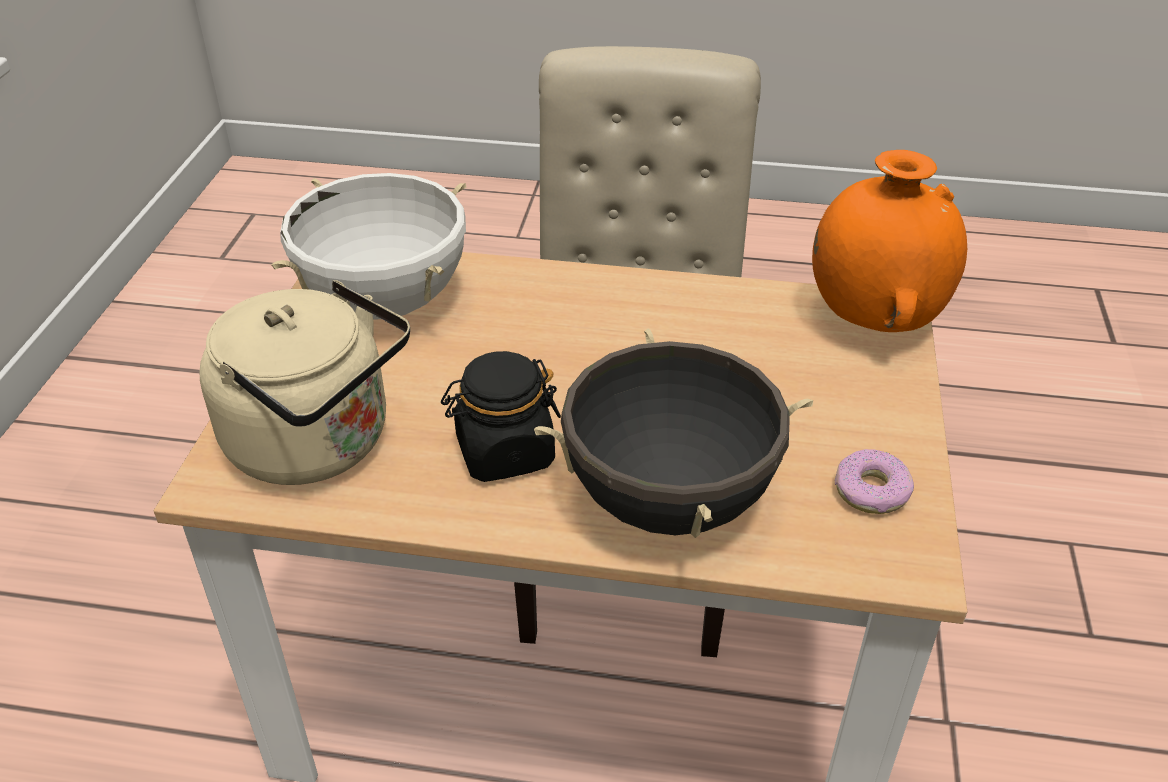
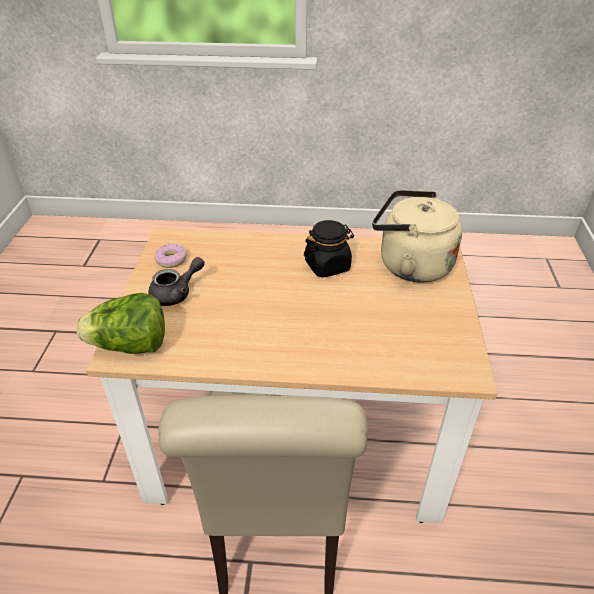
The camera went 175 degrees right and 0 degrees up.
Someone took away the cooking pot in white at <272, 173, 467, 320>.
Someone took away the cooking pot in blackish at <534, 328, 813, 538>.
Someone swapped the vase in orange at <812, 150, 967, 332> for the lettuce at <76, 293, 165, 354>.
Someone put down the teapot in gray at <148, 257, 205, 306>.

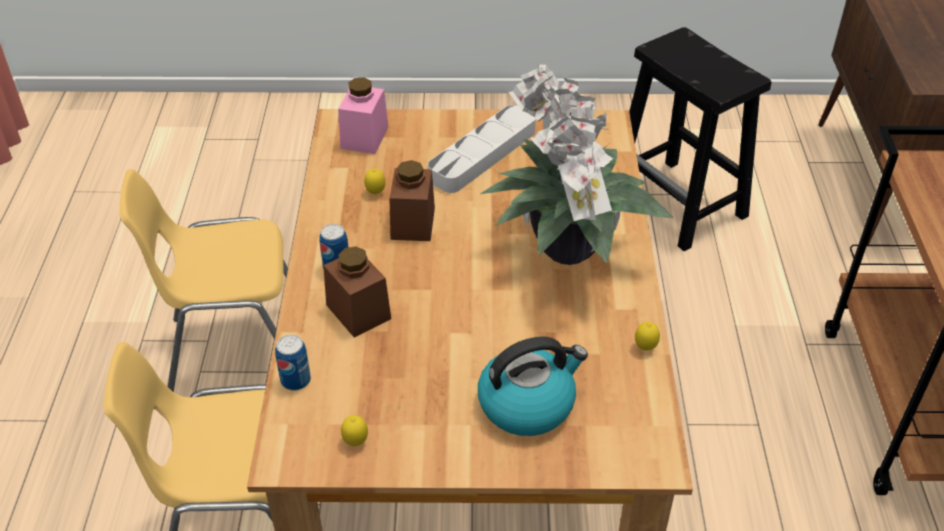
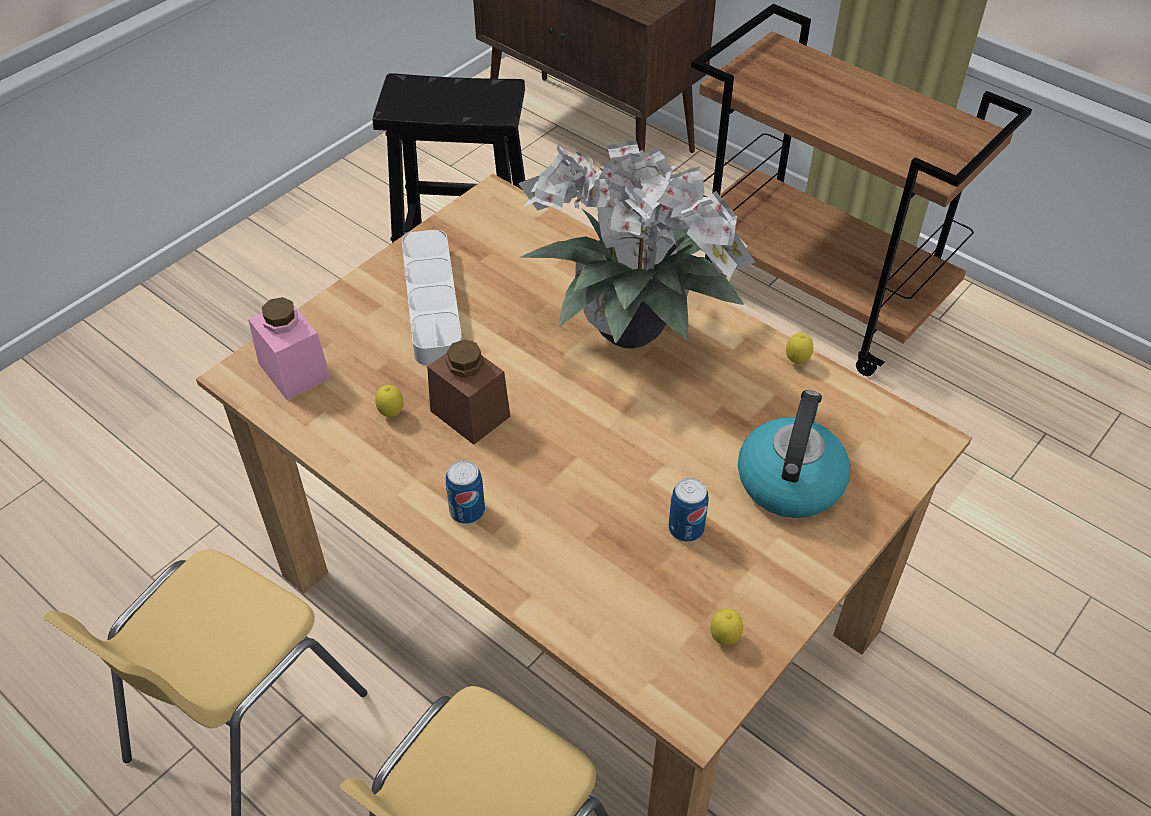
The camera went 50 degrees left and 5 degrees up.
Someone carried the can from <275, 335, 311, 391> to <668, 478, 708, 542>.
Someone took away the preserve jar in brown at <323, 246, 391, 338>.

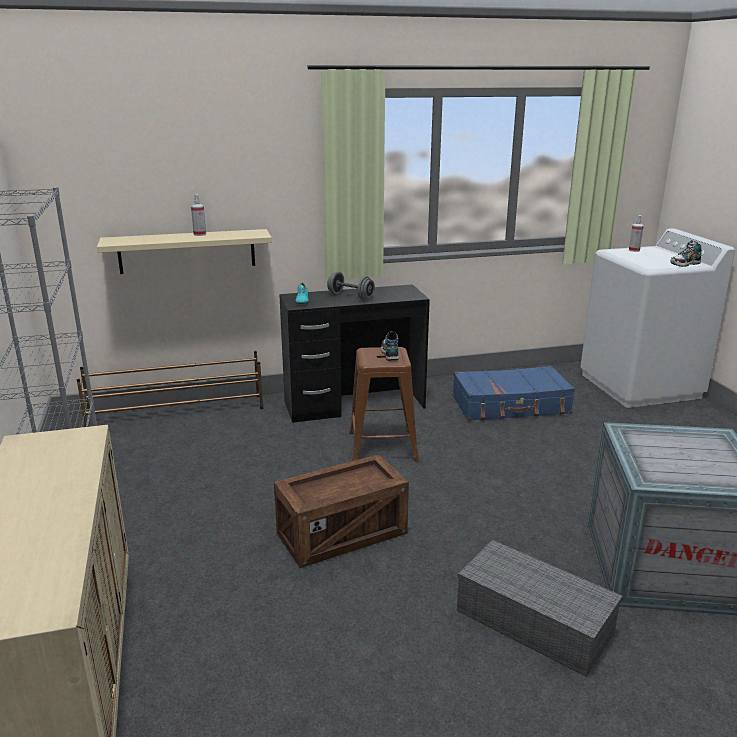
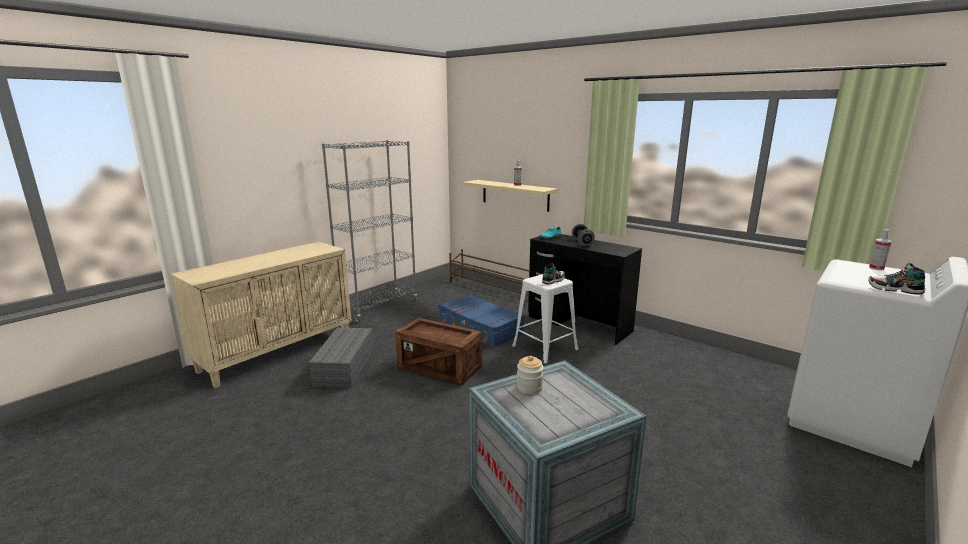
The camera went 55 degrees right and 5 degrees down.
Someone repainted the sitting stool in brown at <349, 347, 419, 462>, which became the sitting stool in white at <512, 274, 579, 364>.
Someone carried the piece of luggage in blue from <452, 366, 575, 421> to <438, 294, 525, 348>.
Someone carried the storage box in gray from <457, 540, 623, 677> to <309, 328, 373, 388>.
Someone put down the preserve jar at <517, 356, 544, 394>.

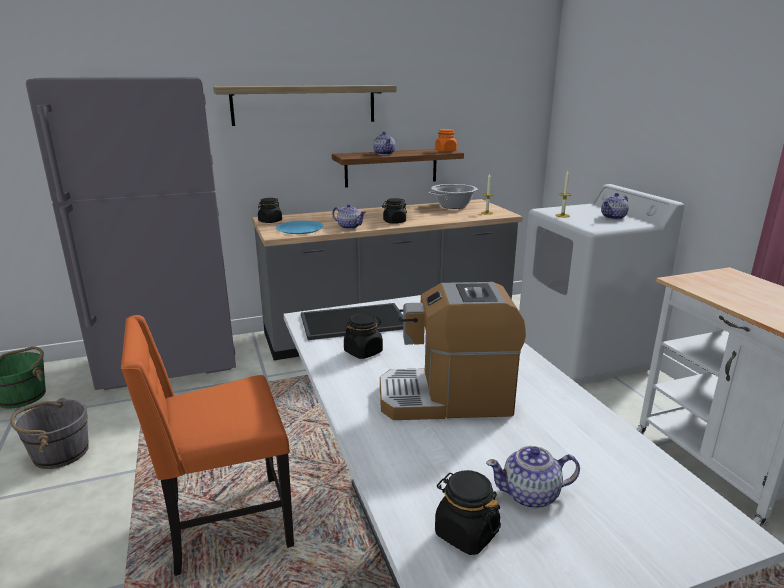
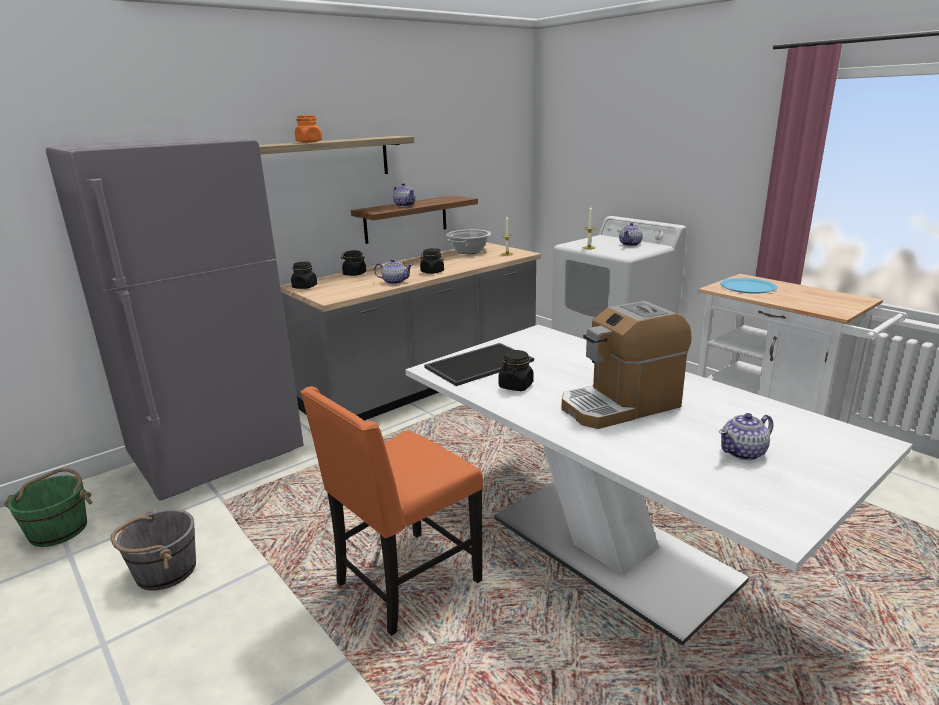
The camera went 20 degrees left and 0 degrees up.
Someone carried the plate in blue from <276, 221, 324, 234> to <720, 278, 777, 294>.
Someone carried the preserve jar in orange from <435, 129, 457, 152> to <295, 115, 322, 143>.
Someone carried the preserve jar in blackish from <435, 470, 501, 555> to <341, 250, 366, 276>.

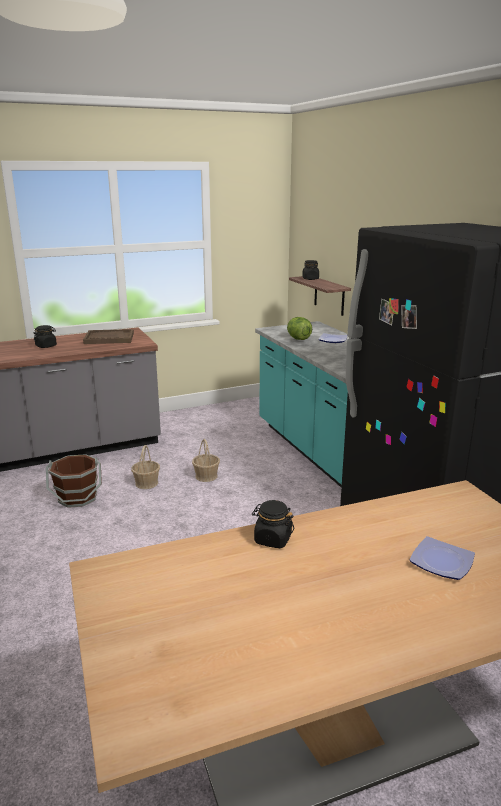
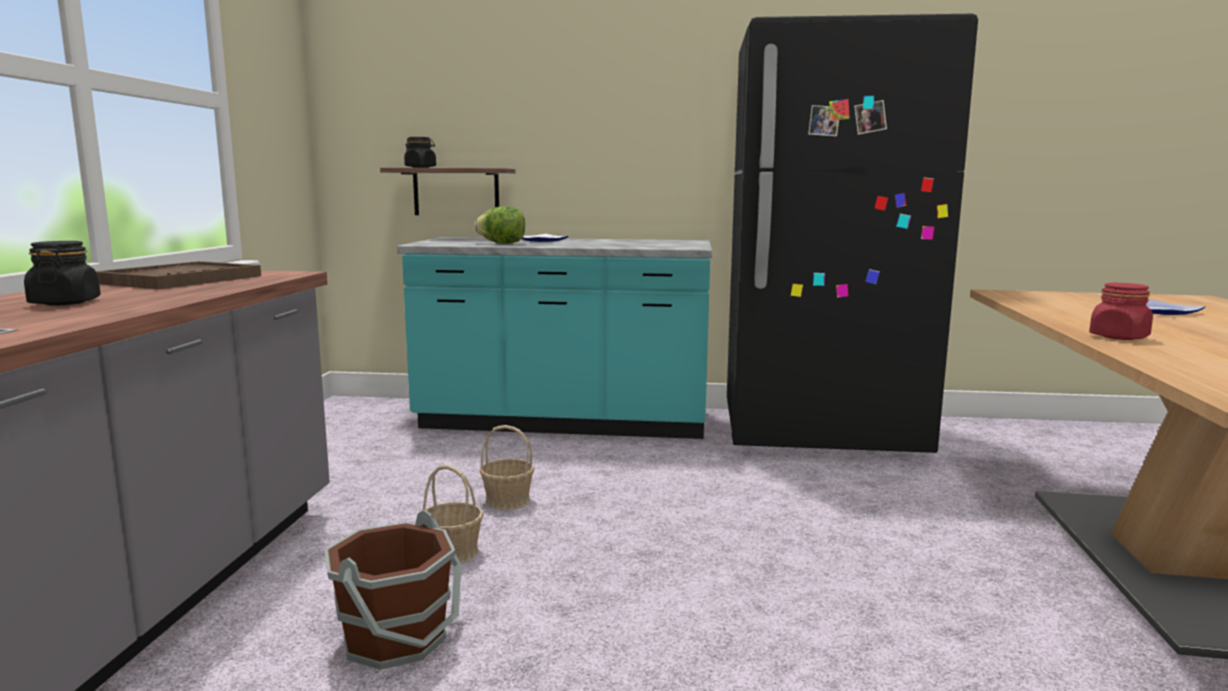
The camera went 60 degrees left and 10 degrees down.
Someone repainted the preserve jar in blackish at <252, 500, 294, 548>, which became the preserve jar in red at <1089, 283, 1153, 340>.

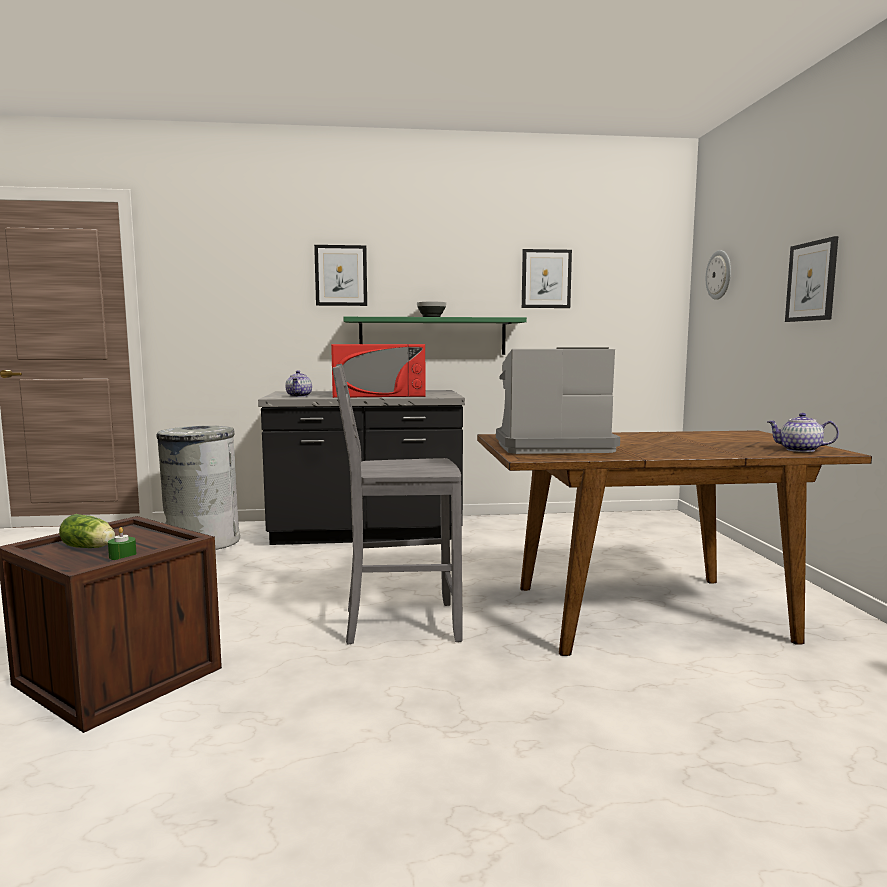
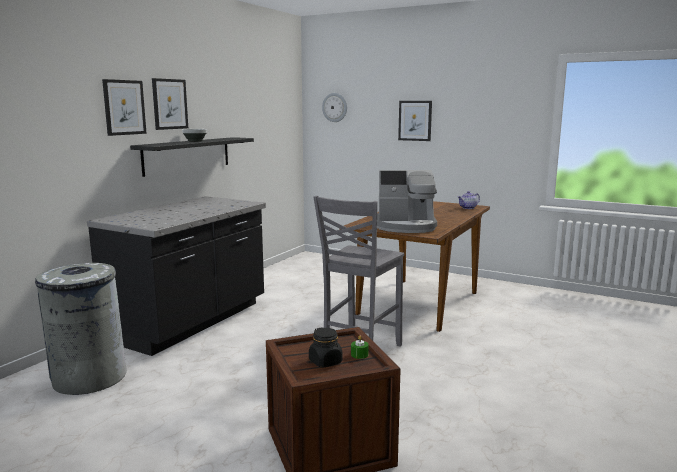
The camera went 55 degrees left and 5 degrees up.
Someone swapped the lettuce at <59, 514, 115, 548> for the preserve jar in blackish at <309, 327, 342, 368>.
Someone took away the teapot at <285, 370, 312, 397>.
Someone took away the kitchen microwave in red at <331, 344, 426, 398>.
Someone repainted the wall shelf in green-coloured at <343, 317, 527, 355>, which became the wall shelf in blackish at <130, 137, 254, 177>.
Someone rotated the coffee machine at <496, 347, 620, 454> by 120 degrees counterclockwise.
Someone carried the picture from <522, 249, 572, 308> to <152, 78, 188, 130>.

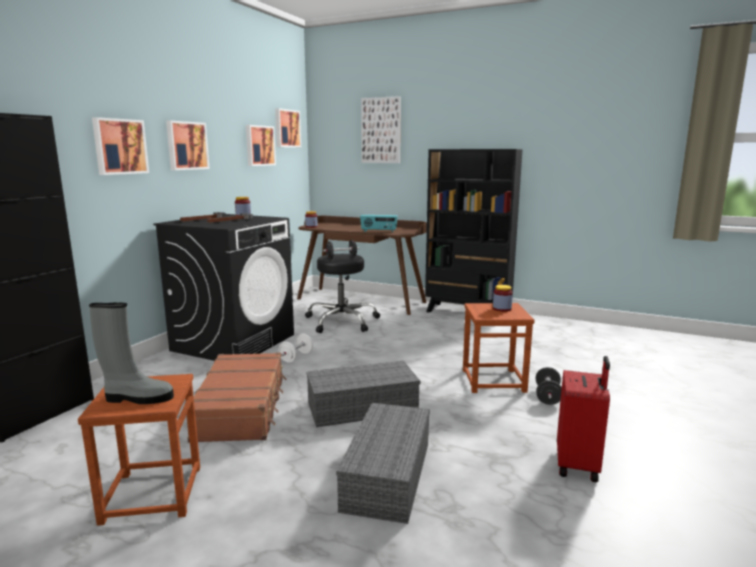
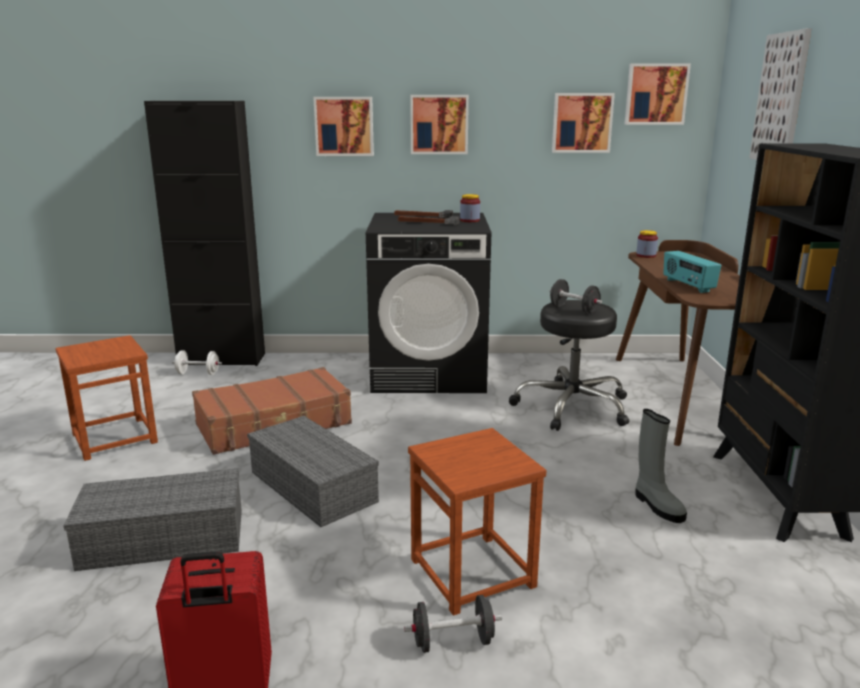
The camera went 65 degrees right and 5 degrees up.
Someone carried the boot in gray from <89, 302, 174, 404> to <635, 409, 687, 523>.
Someone carried the free weight in white from <279, 334, 313, 363> to <172, 350, 222, 375>.
Someone took away the preserve jar at <493, 285, 513, 312>.

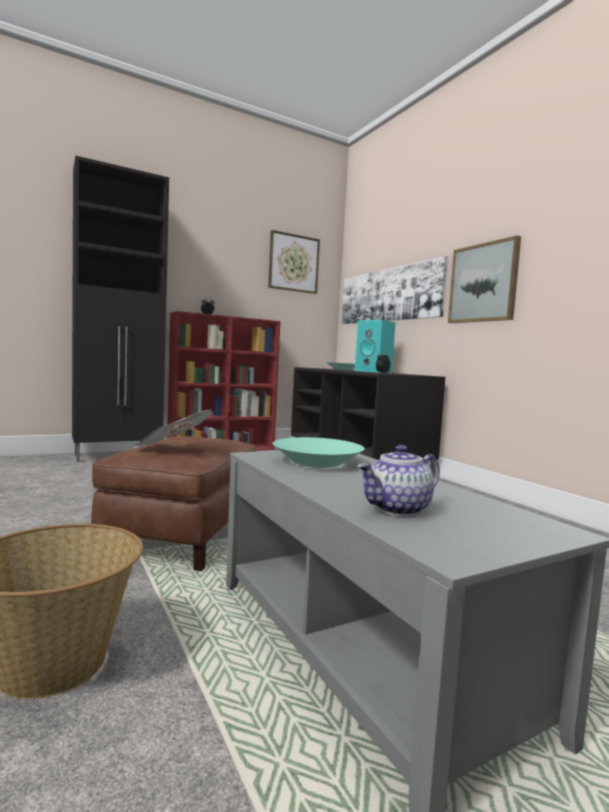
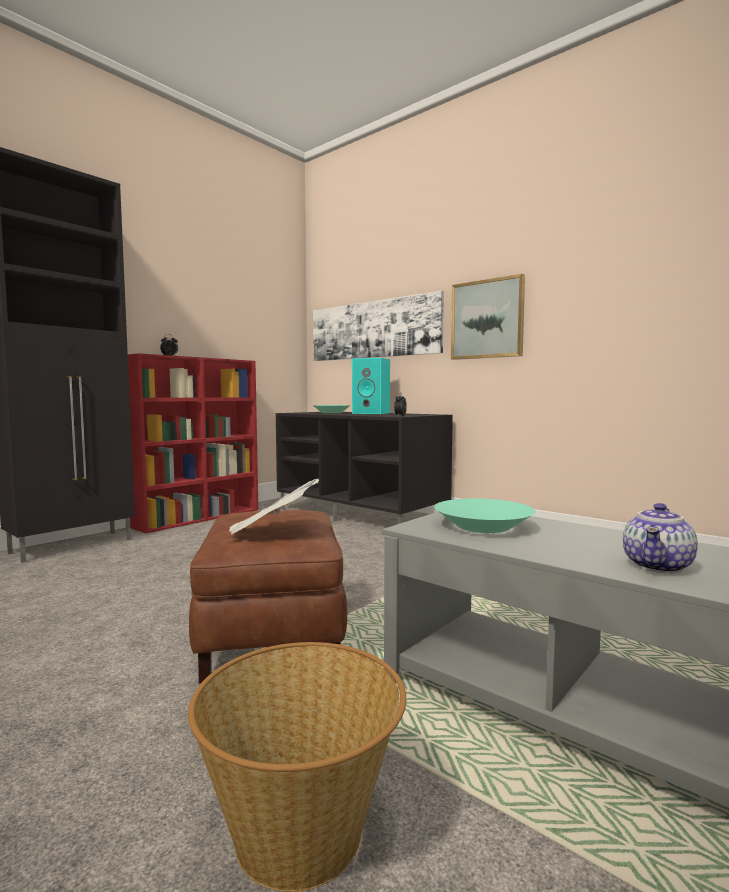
The camera went 20 degrees left and 0 degrees up.
Someone took away the picture at <268, 230, 320, 294>.

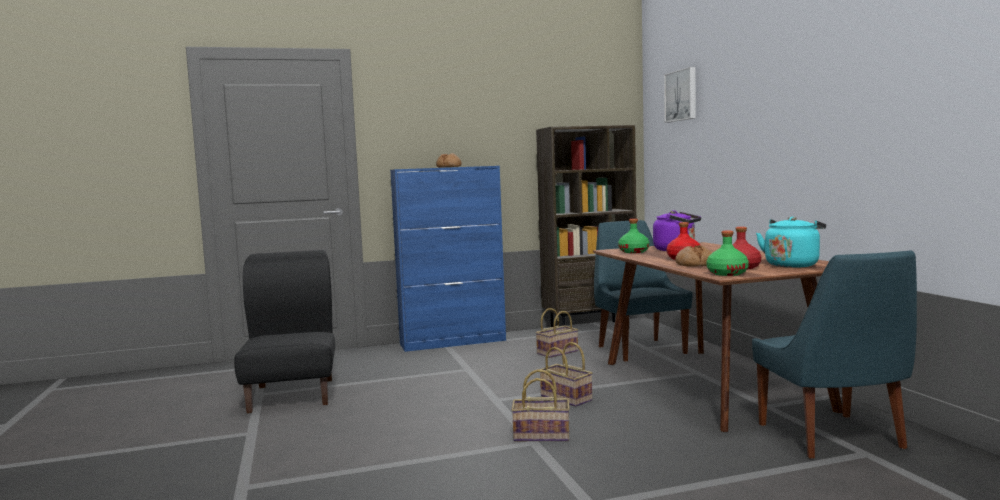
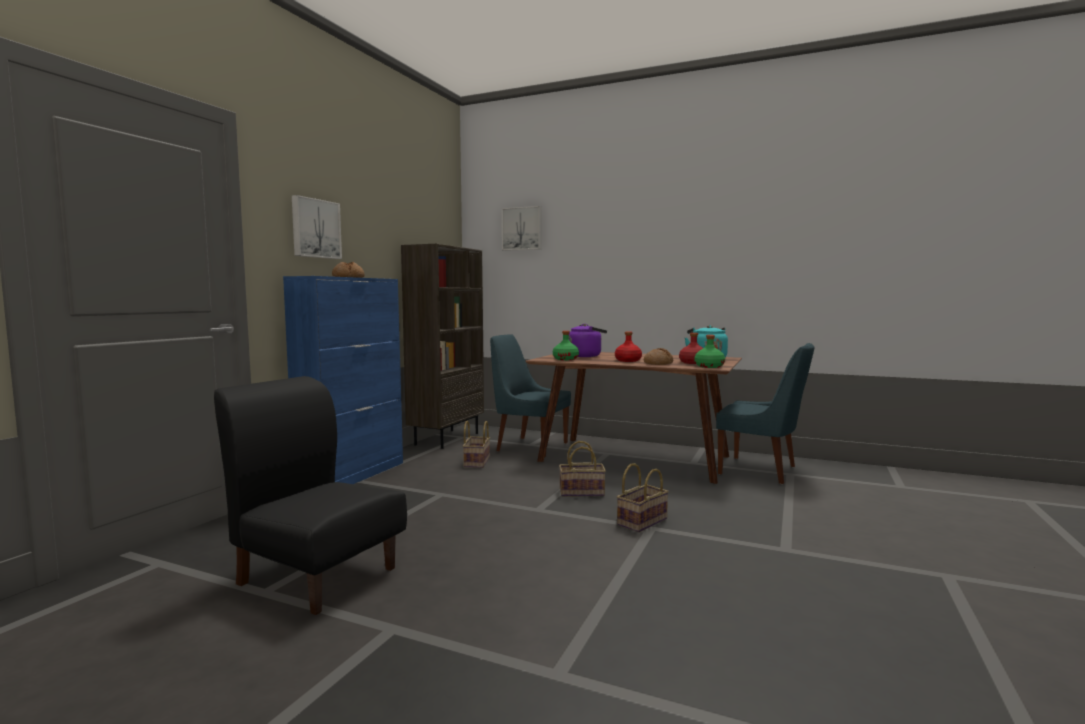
The camera went 50 degrees left and 0 degrees up.
Someone put up the picture at <292, 195, 342, 259>.

